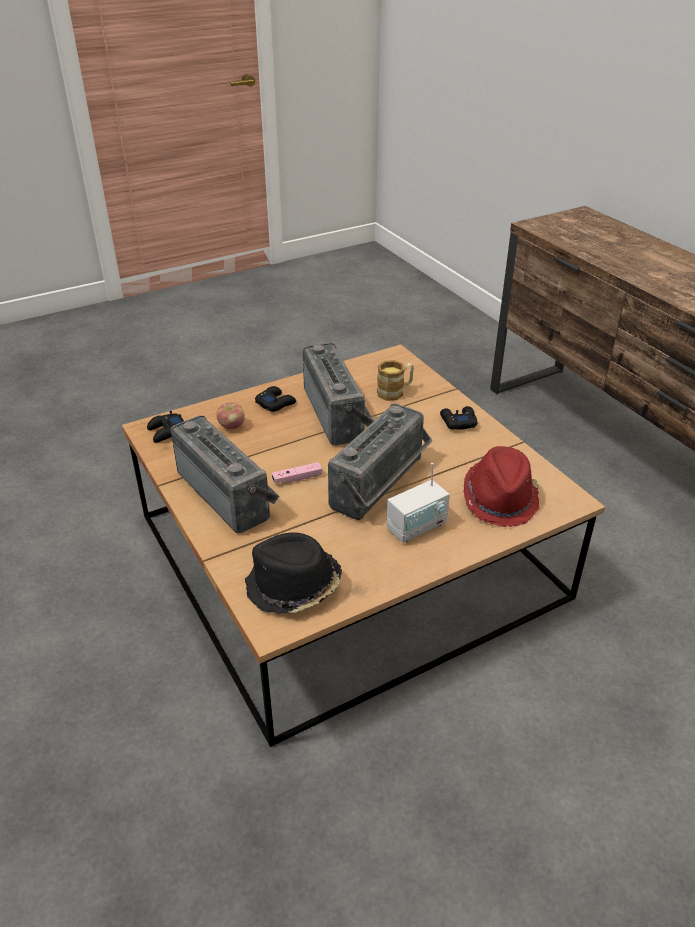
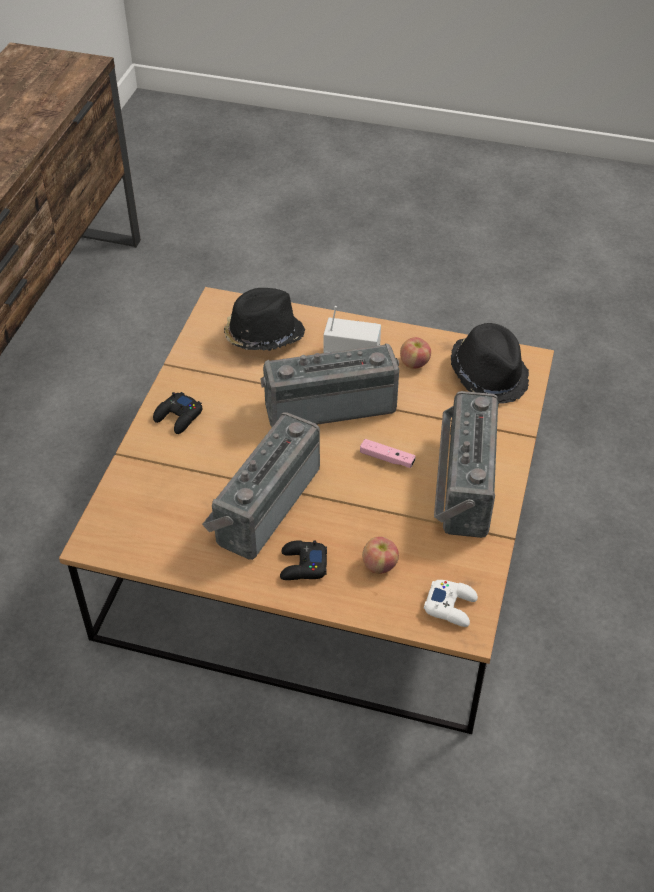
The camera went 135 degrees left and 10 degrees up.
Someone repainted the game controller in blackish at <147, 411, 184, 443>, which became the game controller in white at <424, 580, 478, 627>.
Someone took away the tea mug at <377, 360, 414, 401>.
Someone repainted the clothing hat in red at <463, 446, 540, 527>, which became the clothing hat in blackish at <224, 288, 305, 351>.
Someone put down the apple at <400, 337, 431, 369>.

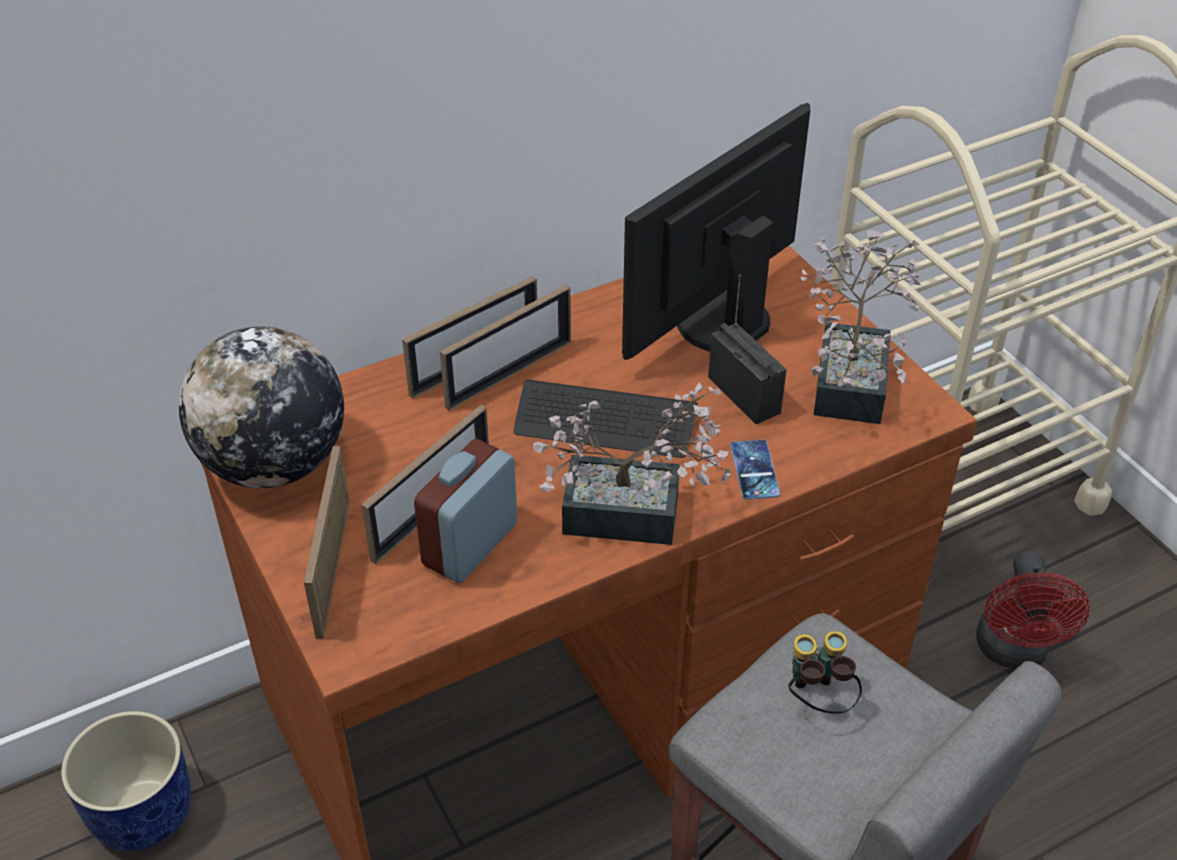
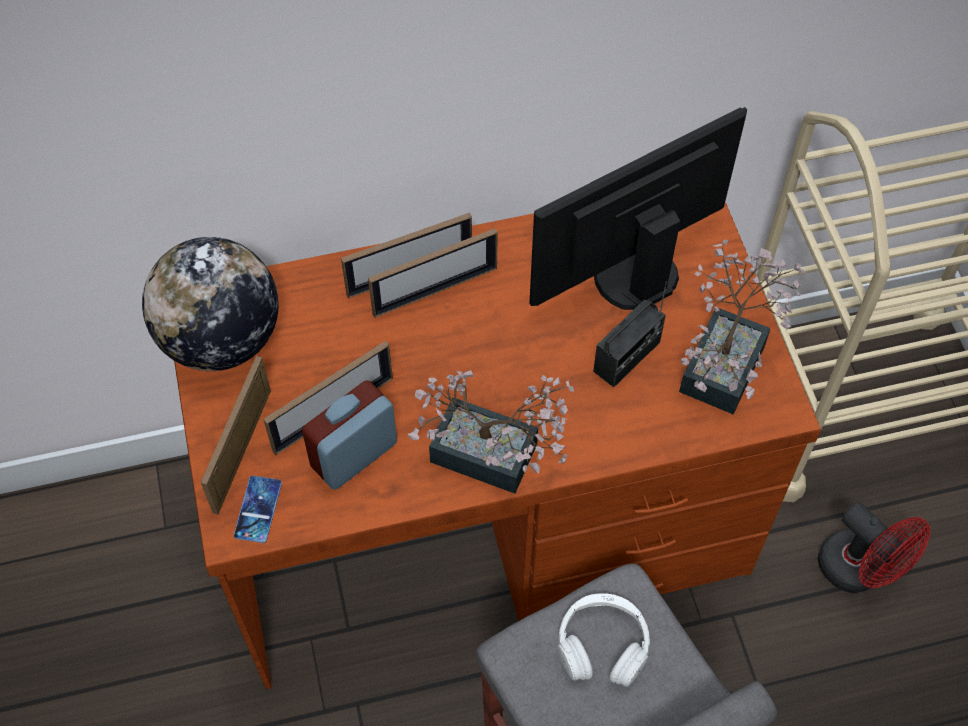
The camera went 15 degrees right and 15 degrees up.
Someone took away the plant pot in blue at <61, 711, 191, 852>.
Someone took away the keyboard at <514, 380, 698, 458>.
Someone rotated the radio at <708, 275, 787, 425> by 60 degrees clockwise.
Someone carried the telephone from <730, 440, 780, 499> to <234, 476, 282, 543>.
Someone swapped the pair of binoculars at <788, 631, 862, 714> for the headset in white at <557, 593, 650, 687>.
Someone rotated the fan in red at <976, 551, 1090, 669> by 60 degrees counterclockwise.

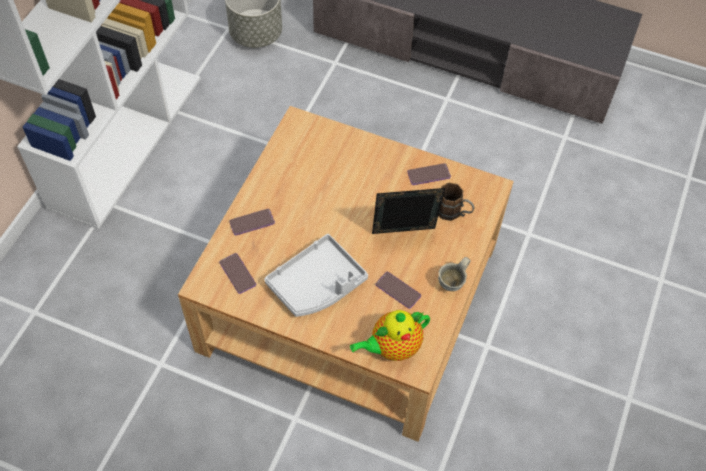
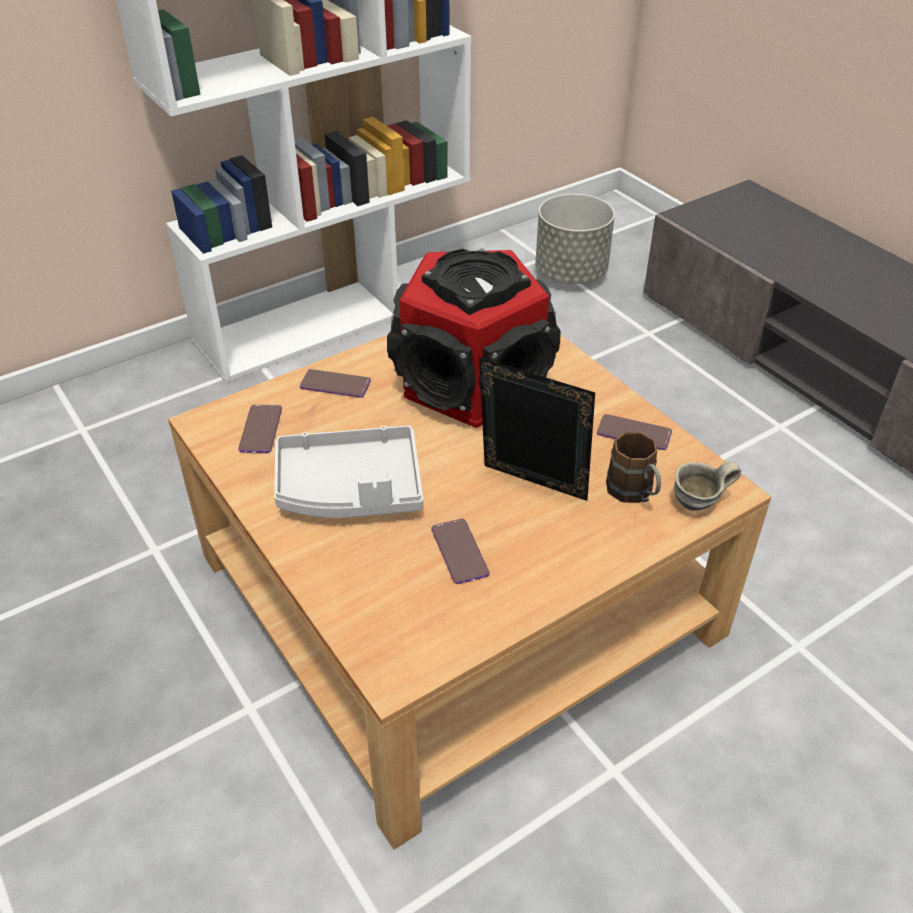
The camera went 35 degrees right and 15 degrees down.
Someone took away the teapot at <350, 310, 430, 361>.
Someone carried the tea mug in gray from <438, 257, 470, 291> to <674, 461, 741, 511>.
Someone put down the loudspeaker at <387, 248, 560, 428>.

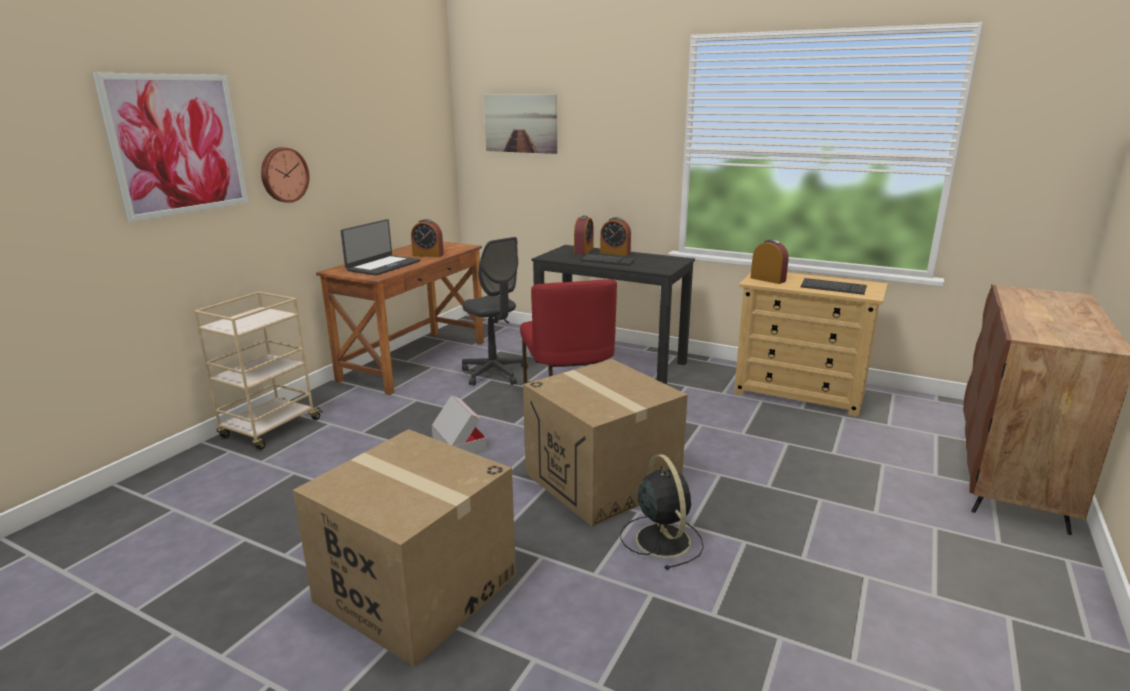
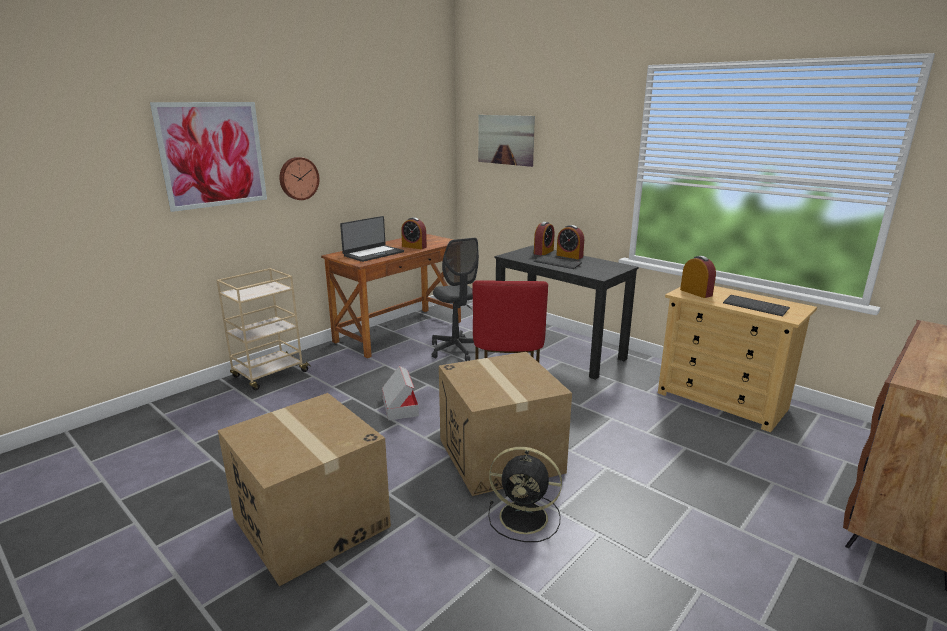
The camera went 15 degrees right and 0 degrees up.
Someone rotated the fan in blackish at <620, 454, 704, 570> by 105 degrees clockwise.

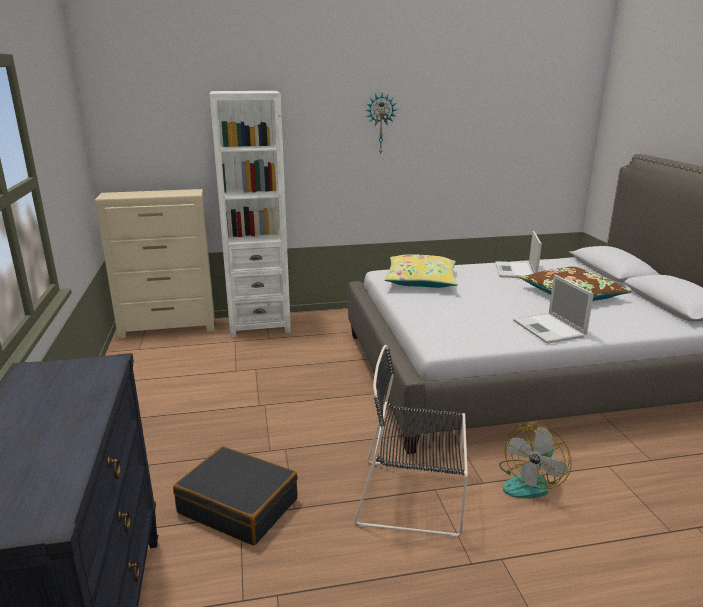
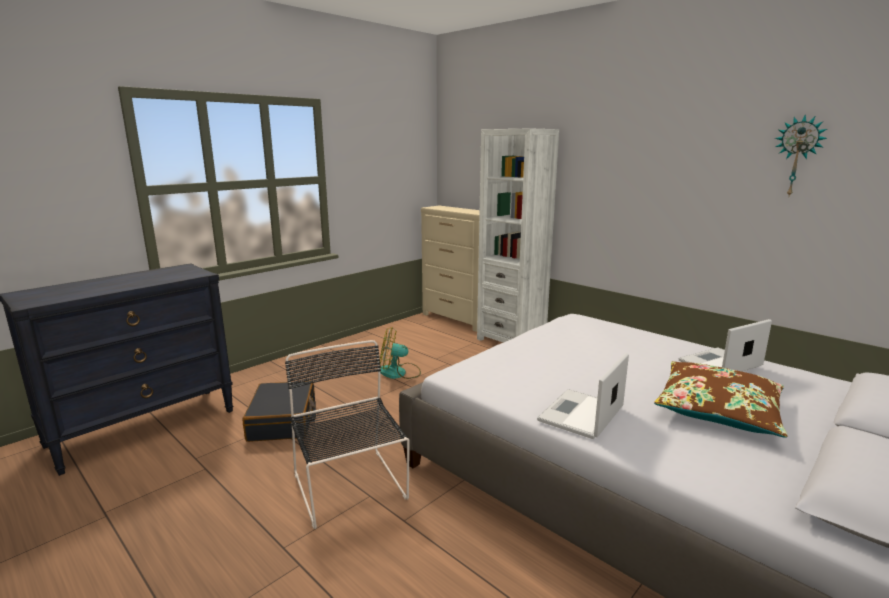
The camera went 55 degrees right and 5 degrees down.
Someone carried the clock on the wall from <366, 93, 397, 155> to <775, 115, 827, 196>.
Someone took away the pillow in yellow-coloured at <385, 254, 458, 288>.
Someone carried the fan from <499, 424, 571, 498> to <379, 328, 421, 379>.

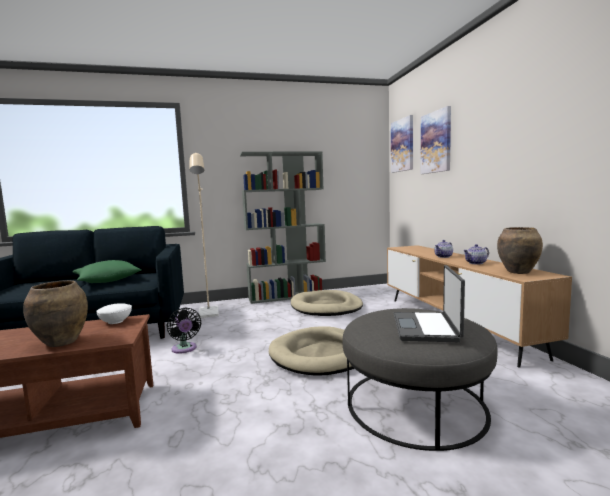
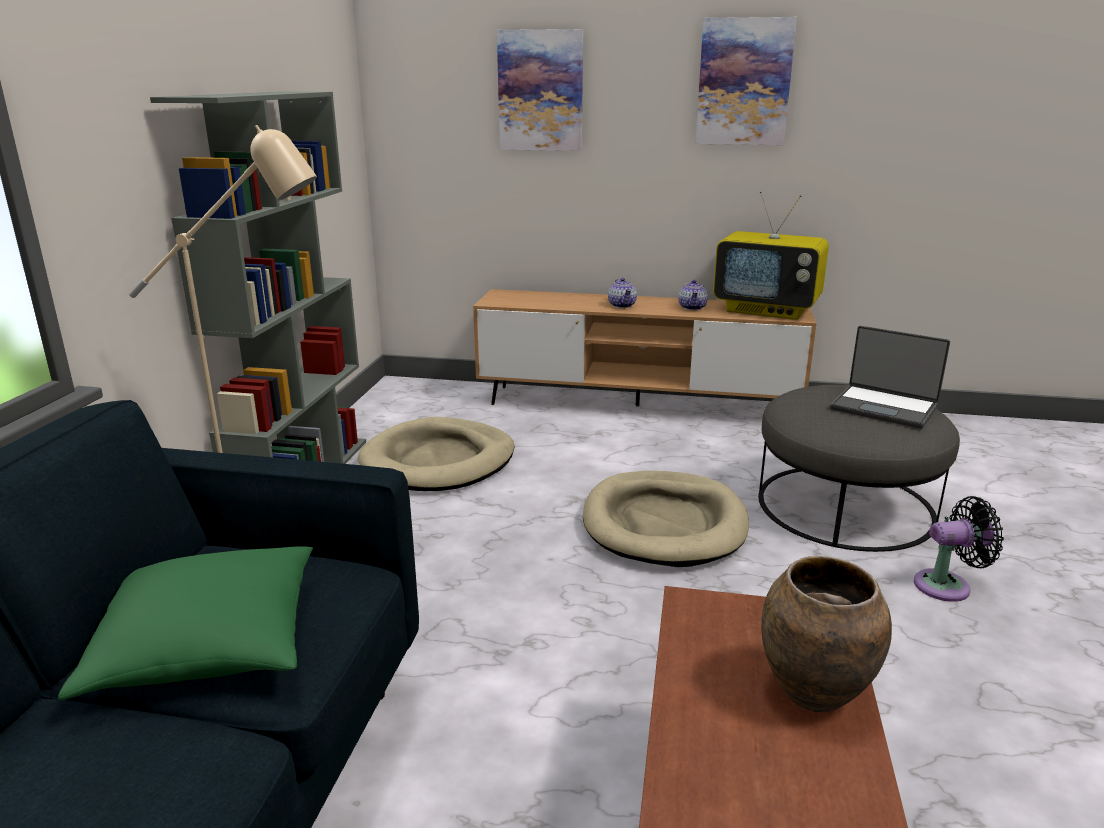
The camera went 65 degrees left and 15 degrees up.
Someone took away the deep dish in white at <96, 303, 132, 324>.
Someone carried the fan in blackish from <166, 308, 202, 354> to <914, 496, 1004, 602>.
Someone carried the picture from <391, 115, 413, 173> to <695, 17, 797, 145>.
Someone swapped the vase in brown at <497, 227, 543, 274> for the television at <713, 191, 829, 320>.

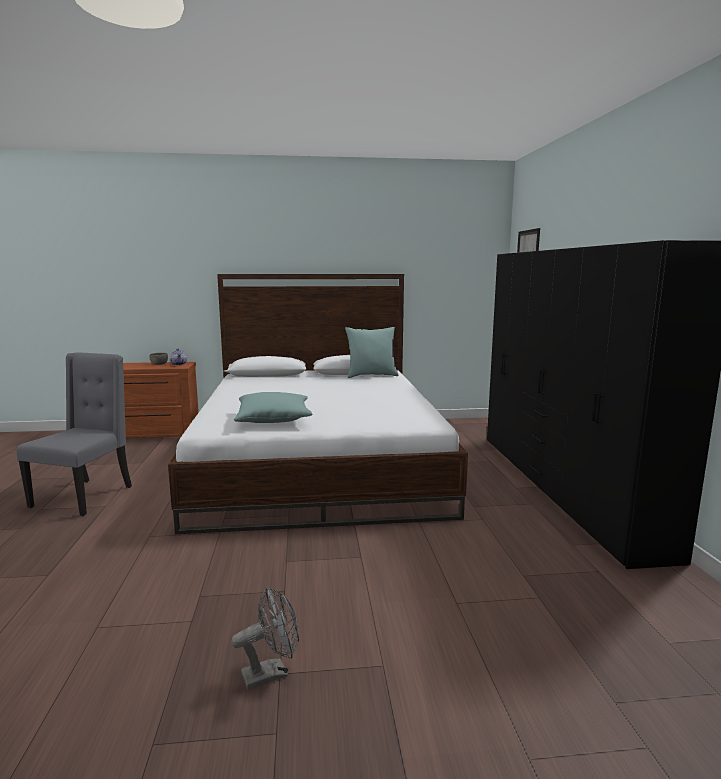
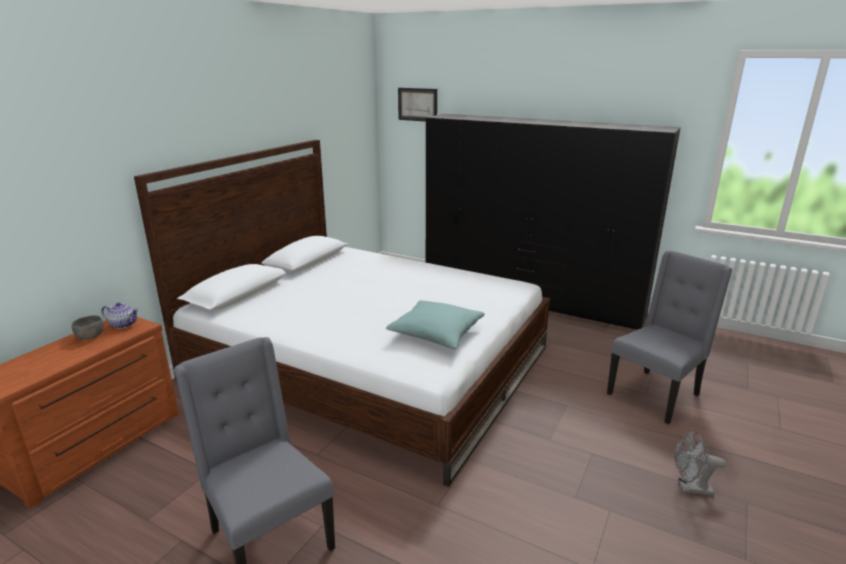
The camera went 55 degrees left and 10 degrees up.
Someone rotated the fan in gray at <231, 587, 299, 690> by 90 degrees counterclockwise.
Someone took away the pillow in turquoise-coloured at <345, 327, 399, 378>.
Someone put down the chair in gray at <607, 251, 732, 424>.

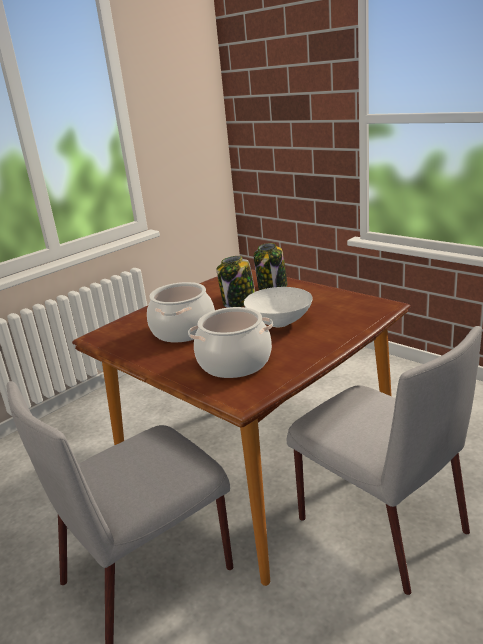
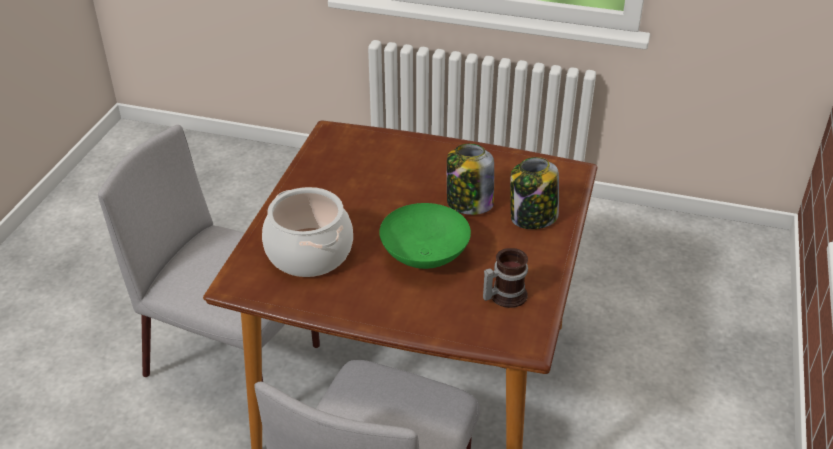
The camera went 60 degrees right and 15 degrees up.
Someone took away the cooking pot at <147, 282, 215, 342>.
Someone repainted the deep dish in white at <244, 287, 313, 327>, which became the deep dish in green-coloured at <379, 203, 471, 269>.
Someone put down the tea mug at <483, 248, 528, 308>.

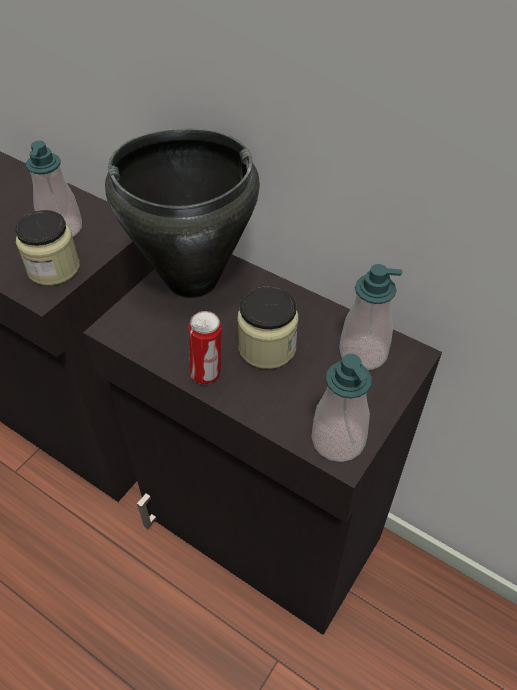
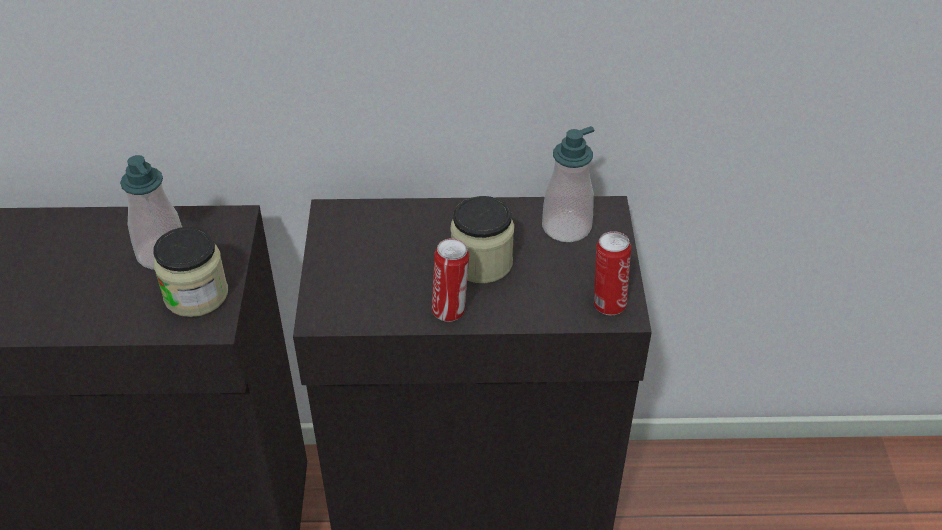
The camera went 35 degrees left and 5 degrees down.
Someone took away the cooking pot in blackish at <105, 129, 260, 298>.
Someone swapped the soap dispenser at <311, 354, 372, 462> for the can at <594, 231, 631, 315>.

